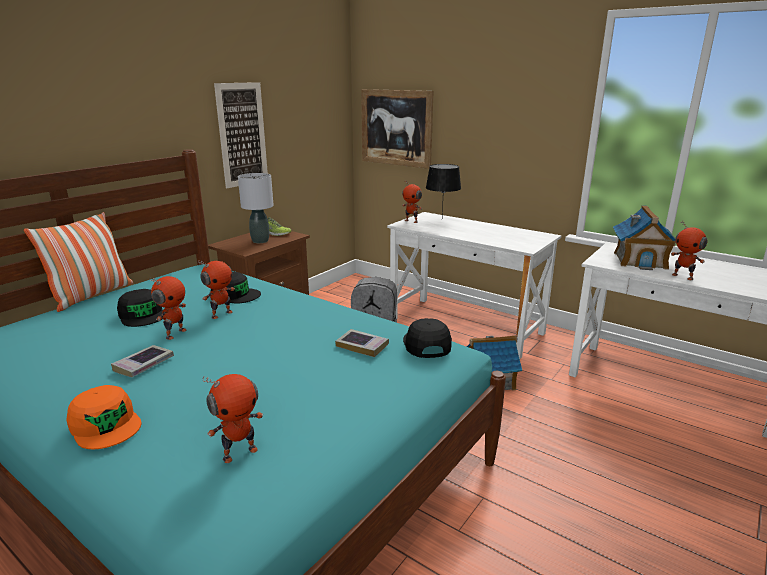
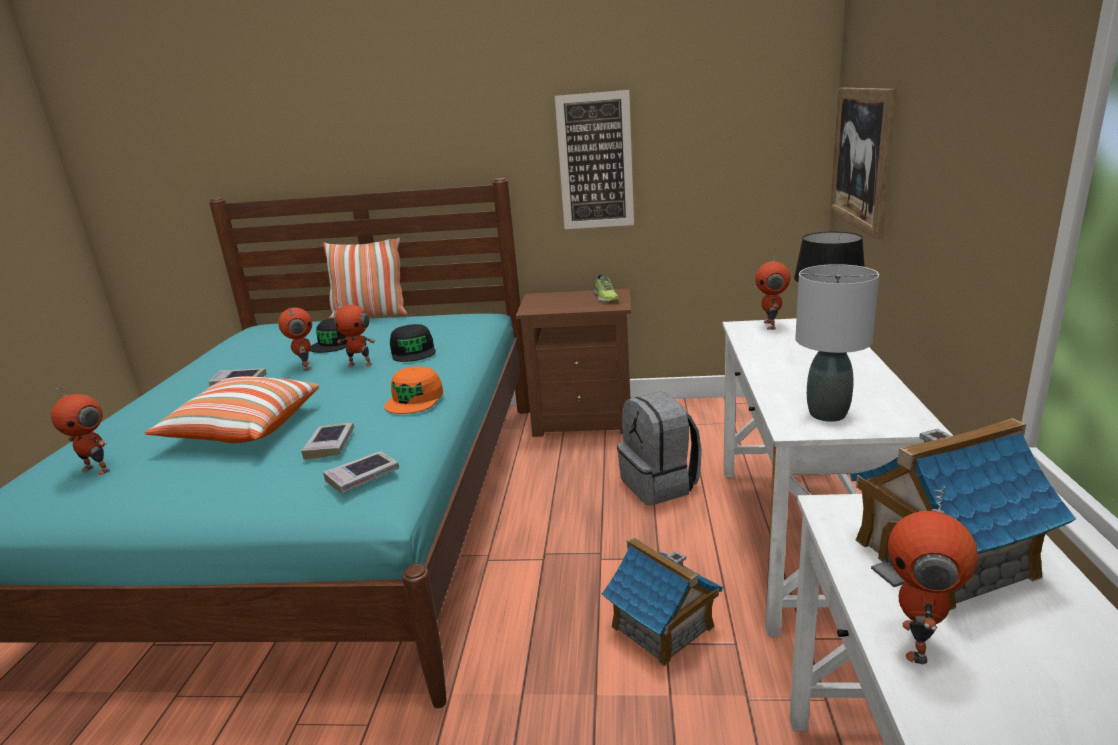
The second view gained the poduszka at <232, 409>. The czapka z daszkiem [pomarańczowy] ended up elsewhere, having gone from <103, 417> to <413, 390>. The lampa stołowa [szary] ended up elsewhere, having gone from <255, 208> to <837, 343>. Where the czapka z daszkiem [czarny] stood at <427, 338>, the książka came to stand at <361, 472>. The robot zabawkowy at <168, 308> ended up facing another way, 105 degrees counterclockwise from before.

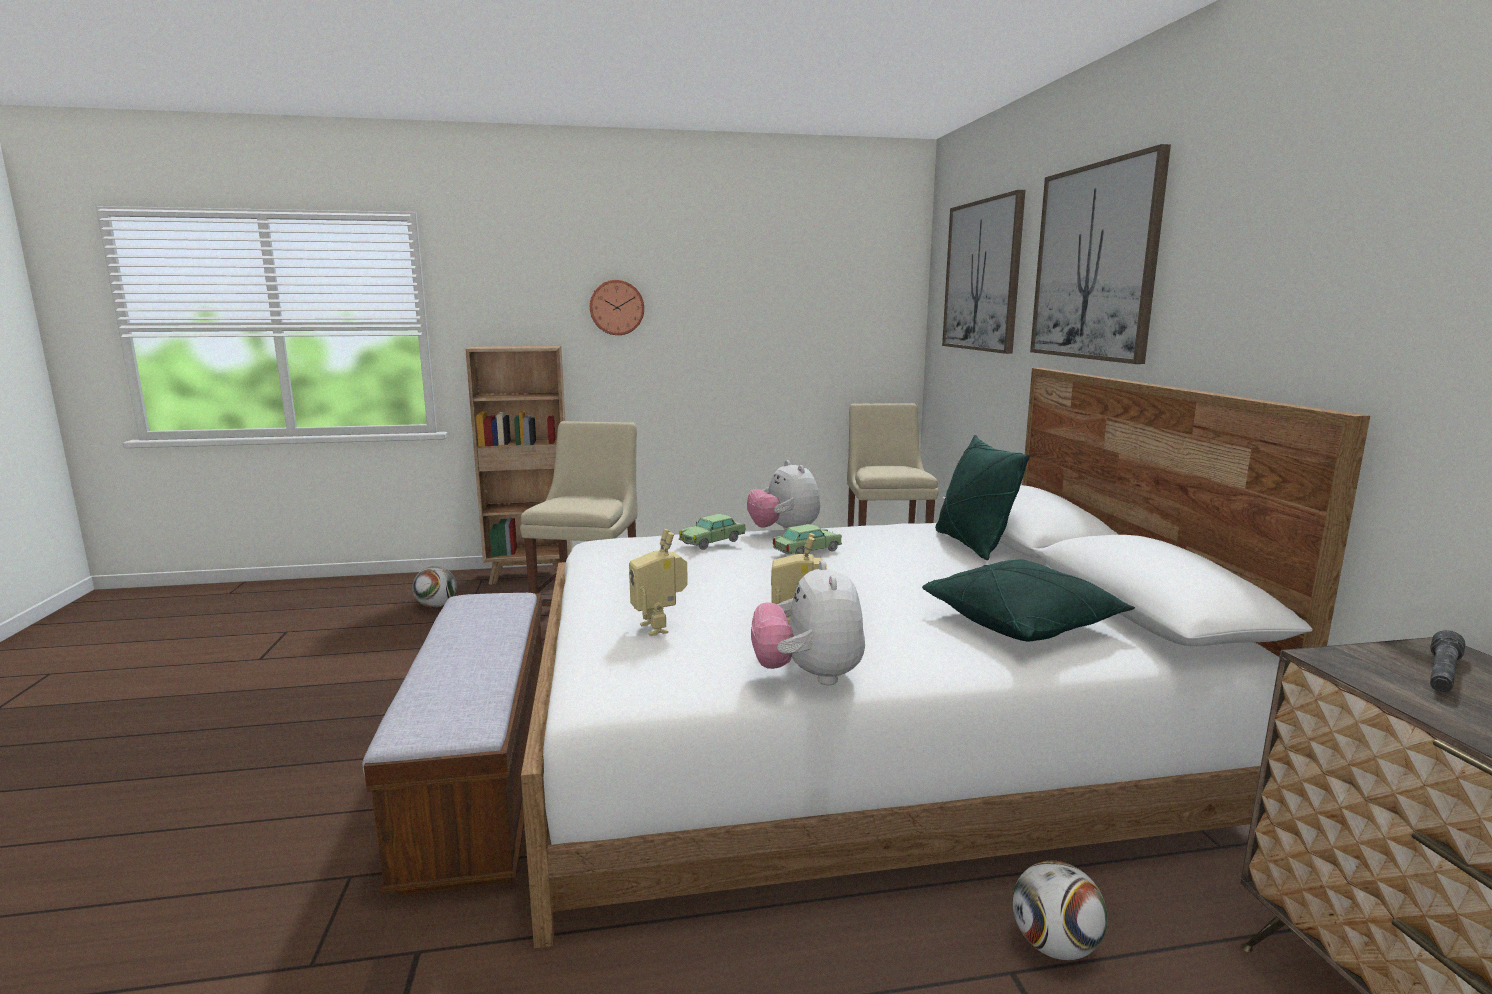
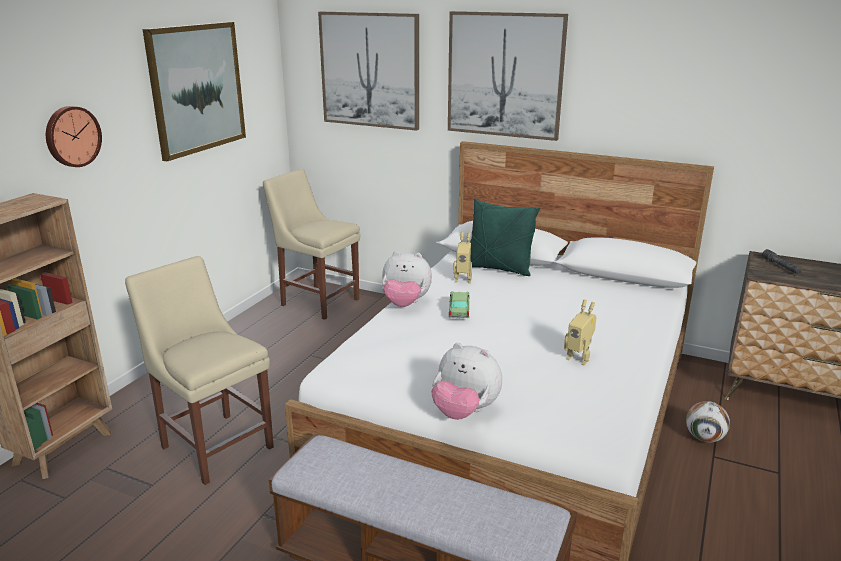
The second view lost the piłka futbolowa at <434, 587>. The second view lost the samochodzik at <712, 532>. The second view lost the poduszka [zielony] at <1028, 600>. The second view gained the obraz at <194, 91>. The robot zabawkowy ended up elsewhere, having gone from <658, 582> to <462, 257>. The pluszak ended up elsewhere, having gone from <808, 622> to <466, 381>.

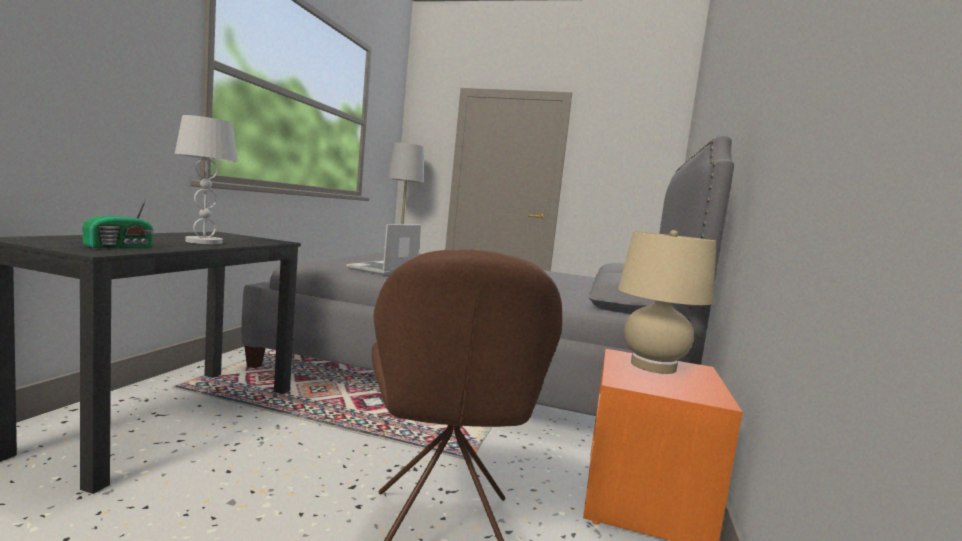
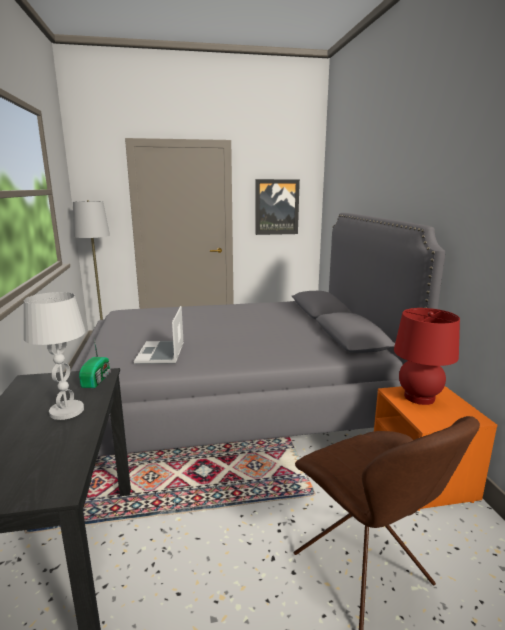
The second view gained the obraz at <278, 207>. The radio ended up elsewhere, having gone from <118, 221> to <95, 363>. What was the lampa stołowa [beżowy] at <667, 302> turned into the lampa stołowa [czerwony] at <427, 356>.

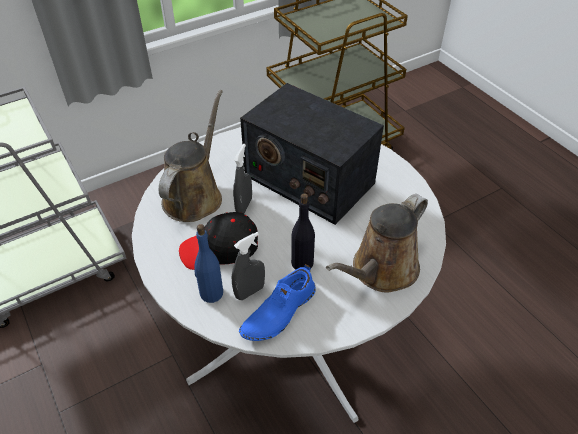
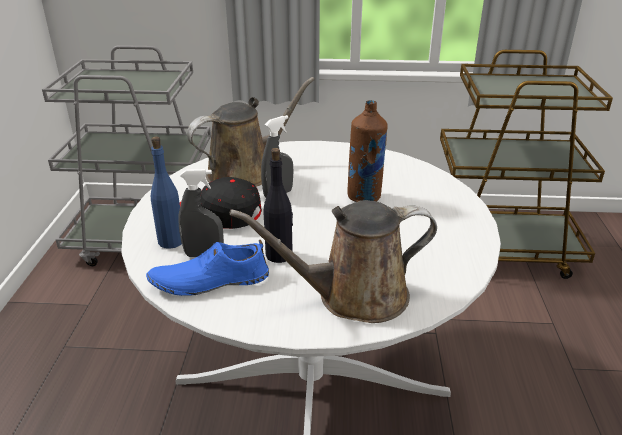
Where the radio stood at <312, 154>, the butelka [brązowy] came to stand at <367, 151>.

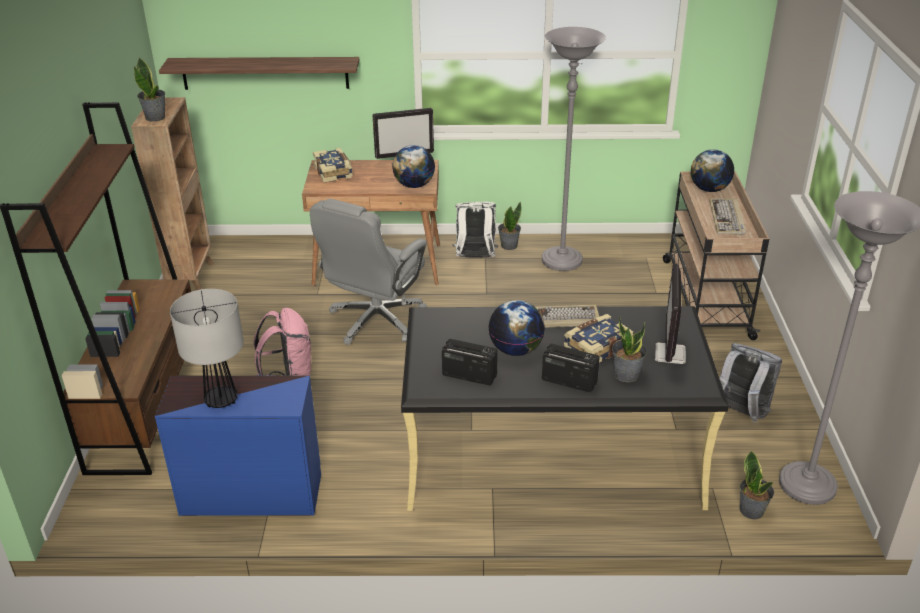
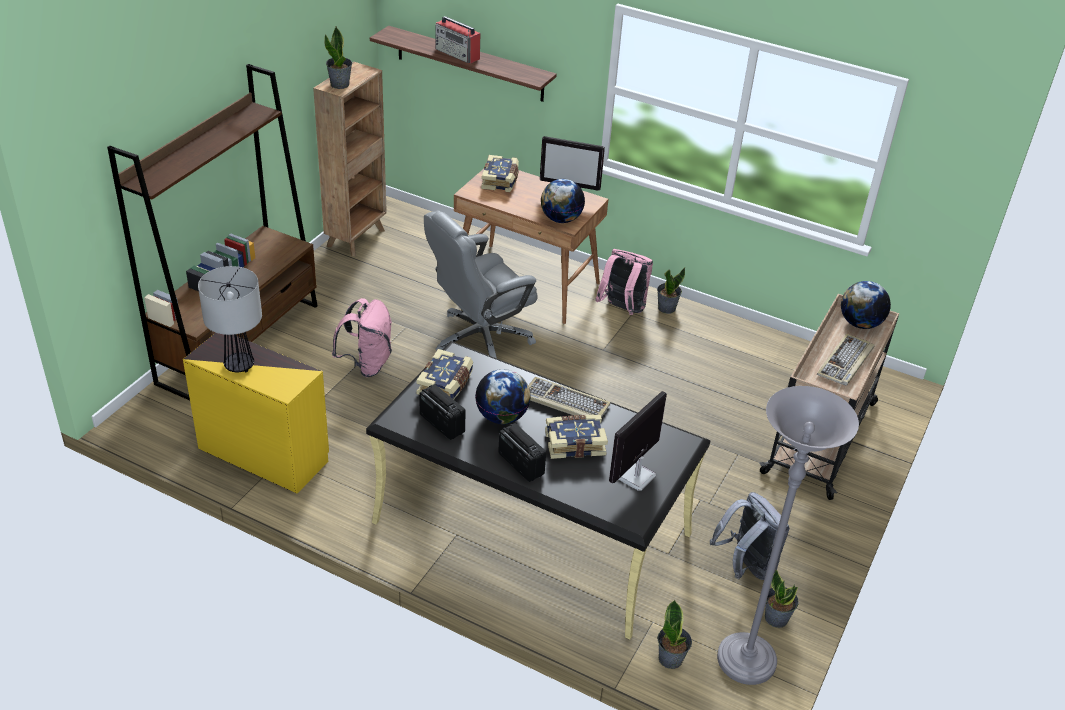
The second view lost the lampa stojąca [szary] at <574, 149>. The second view gained the książka at <444, 374>. The second view gained the radio at <458, 40>. The roślina doniczkowa ended up elsewhere, having gone from <629, 349> to <782, 598>. What was the komoda [niebieski] at <238, 445> turned into the komoda [żółty] at <256, 413>. What was the plecak [biały] at <475, 229> turned into the plecak [różowy] at <624, 282>.

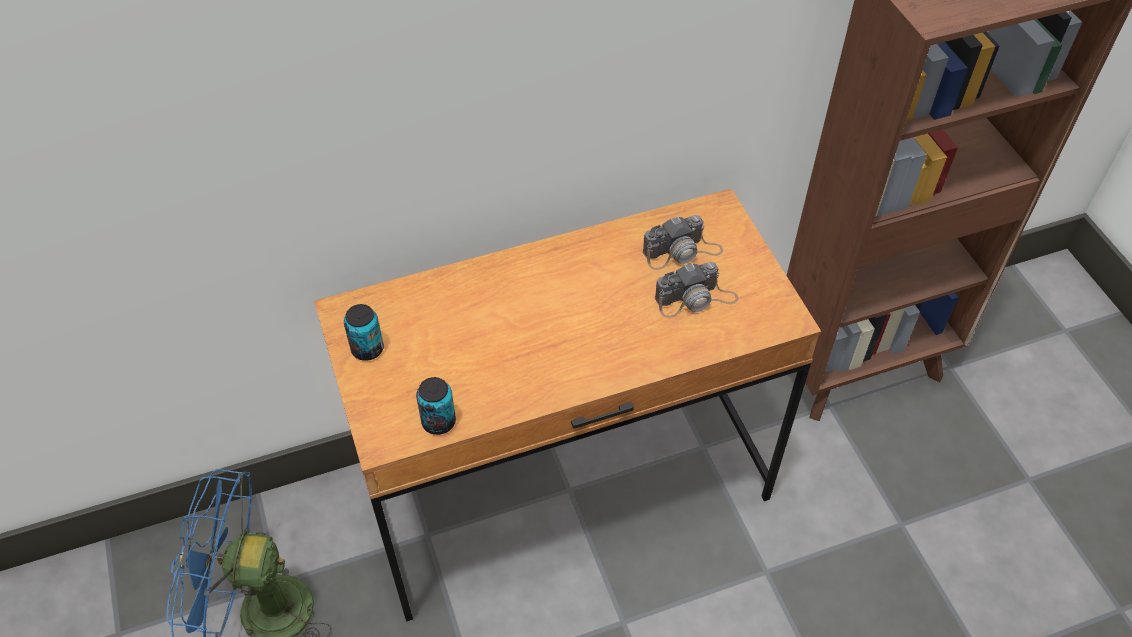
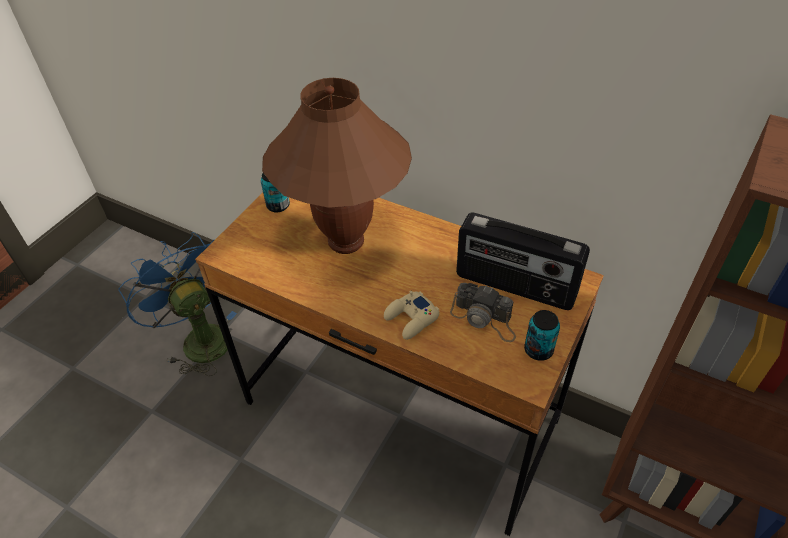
The second view gained the lampa stołowa [brązowy] at <337, 166>. The second view gained the pad do gier [beżowy] at <411, 315>. The puszka ended up elsewhere, having gone from <436, 406> to <542, 335>. Where the aparat fotograficzny stood at <683, 242>, the radio came to stand at <523, 261>.

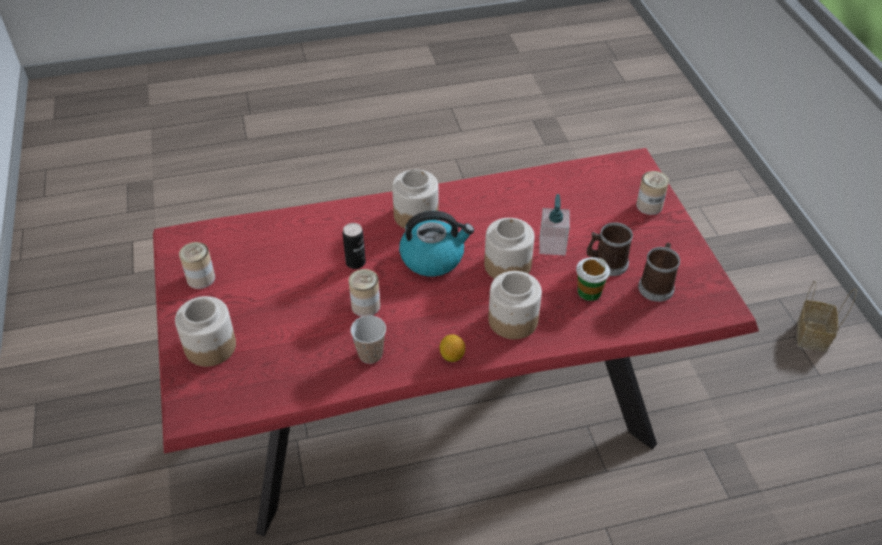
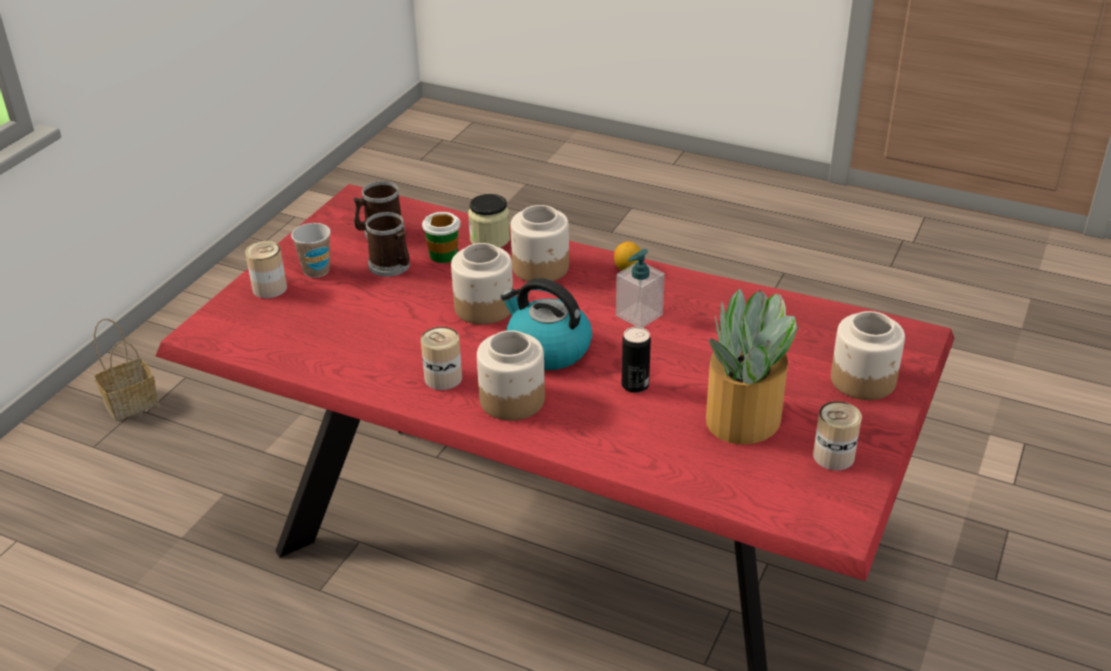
The second view gained the słoik at <489, 221>. The second view gained the roślina doniczkowa at <753, 366>. The puszka ended up elsewhere, having gone from <364, 293> to <441, 358>. The filiżanka ended up elsewhere, having gone from <368, 339> to <311, 250>. The dozownik mydła ended up elsewhere, having gone from <554, 225> to <640, 288>.

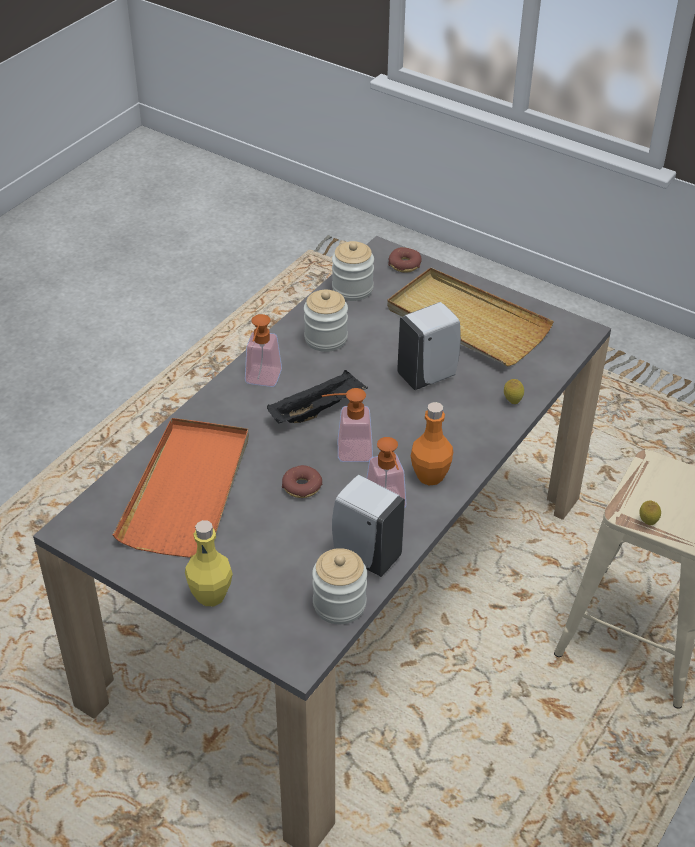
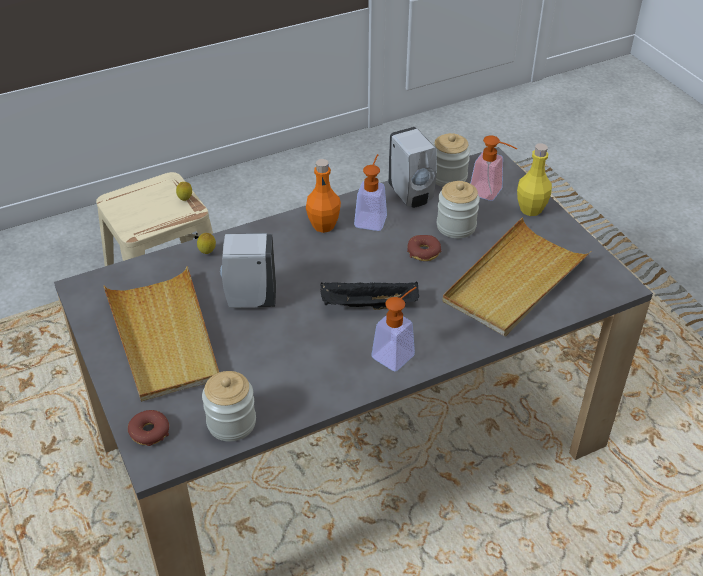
The słoik ended up elsewhere, having gone from <326, 321> to <458, 209>. The dozownik mydła ended up elsewhere, having gone from <347, 425> to <494, 168>. What was the taca [pomarańczowy] at <181, 488> turned into the taca [beżowy] at <517, 277>.

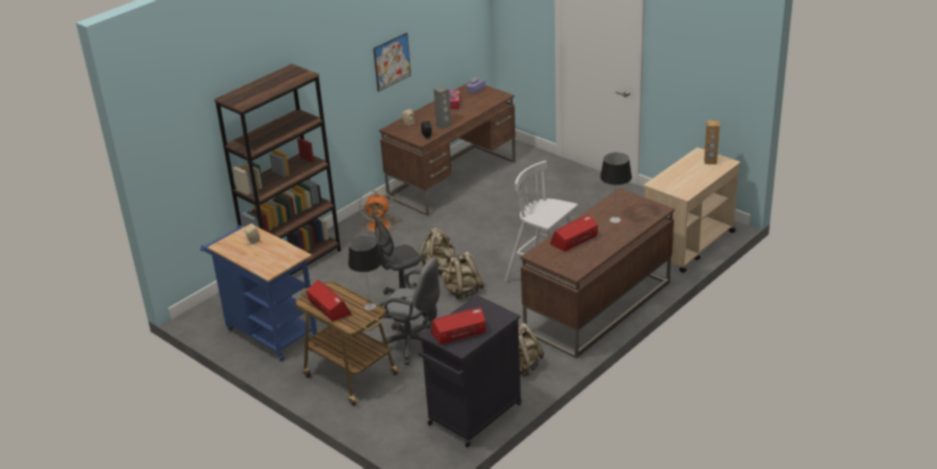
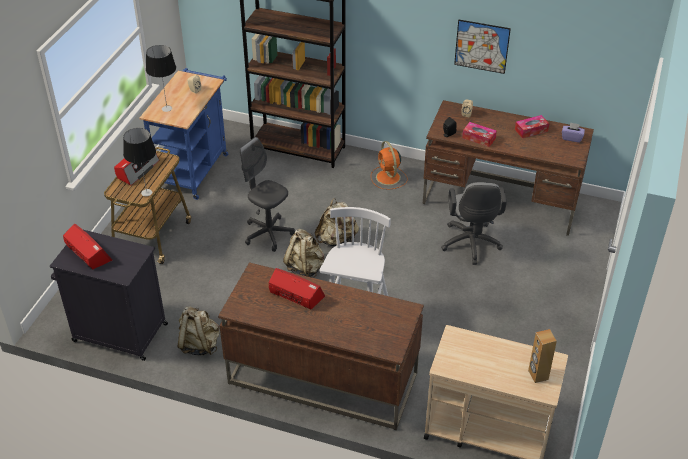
The krzesło biurowe [szary] ended up elsewhere, having gone from <410, 311> to <474, 223>. The lampa stołowa ended up elsewhere, having gone from <616, 187> to <161, 78>. Where the głośnik [szary] stood at <442, 107>, the pudełko chusteczek came to stand at <479, 134>.

